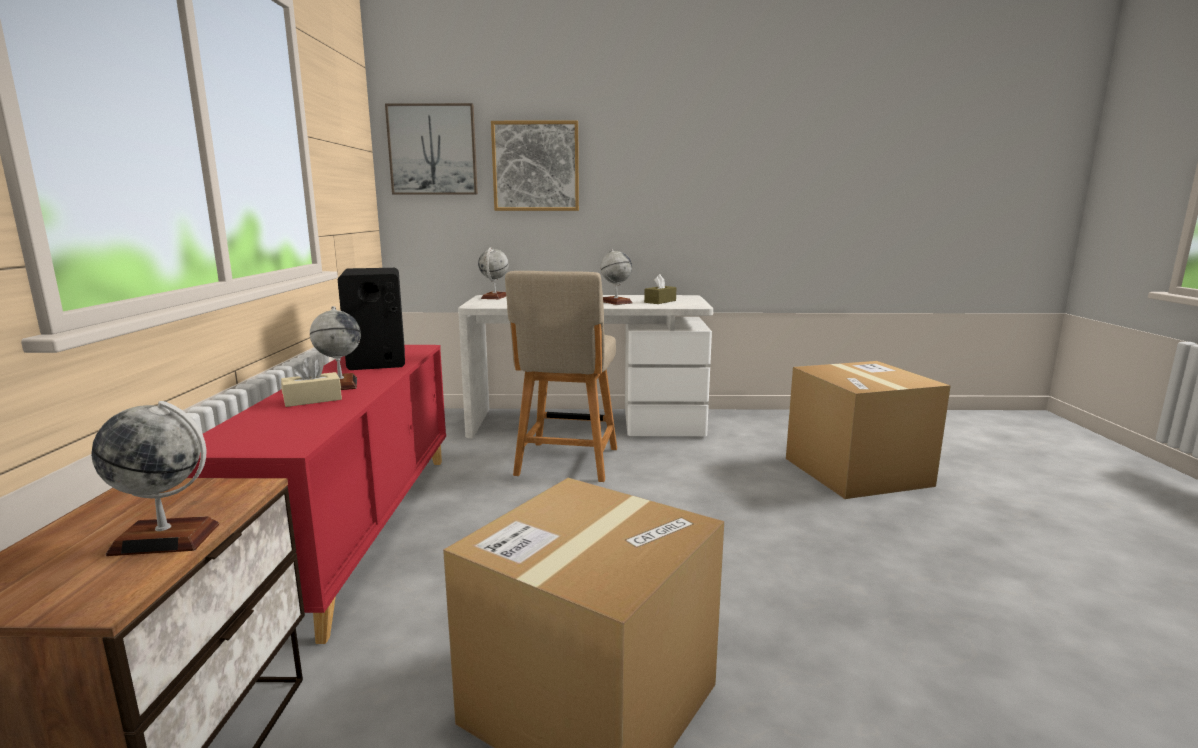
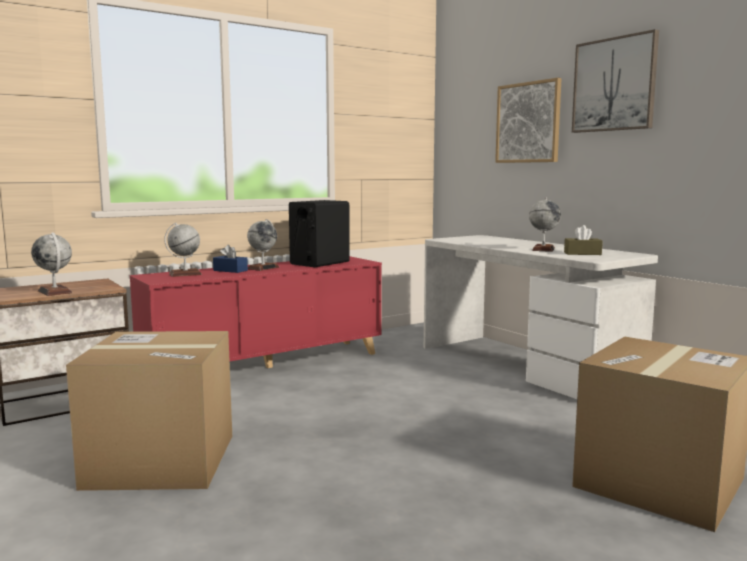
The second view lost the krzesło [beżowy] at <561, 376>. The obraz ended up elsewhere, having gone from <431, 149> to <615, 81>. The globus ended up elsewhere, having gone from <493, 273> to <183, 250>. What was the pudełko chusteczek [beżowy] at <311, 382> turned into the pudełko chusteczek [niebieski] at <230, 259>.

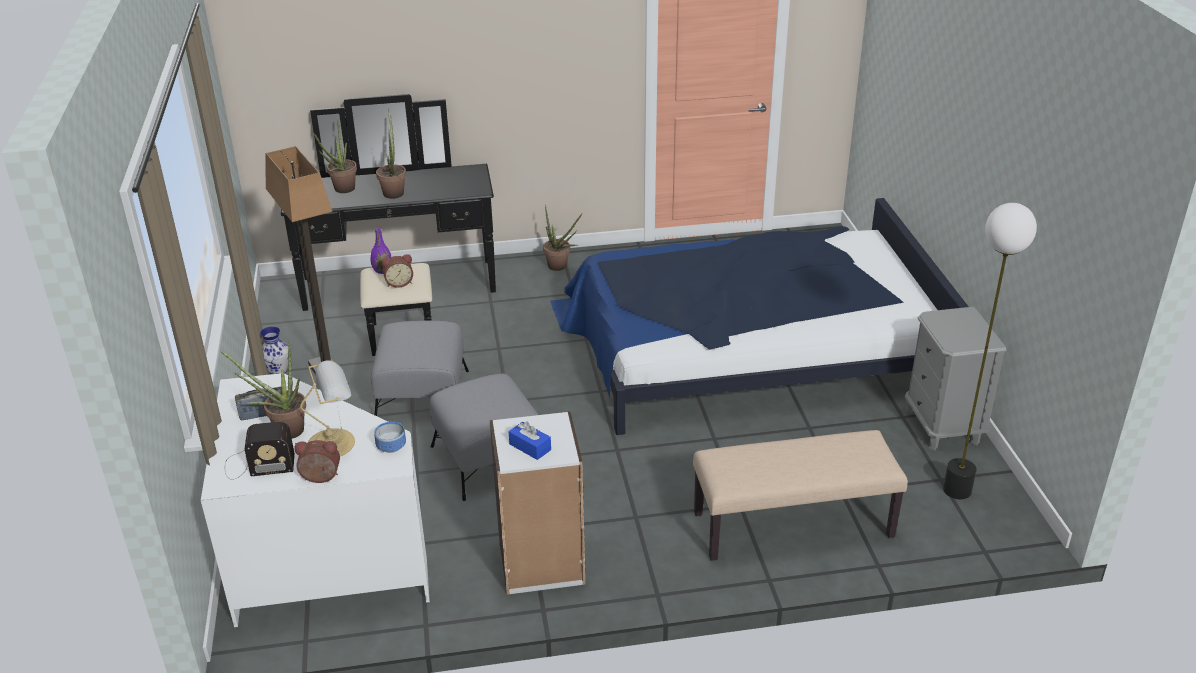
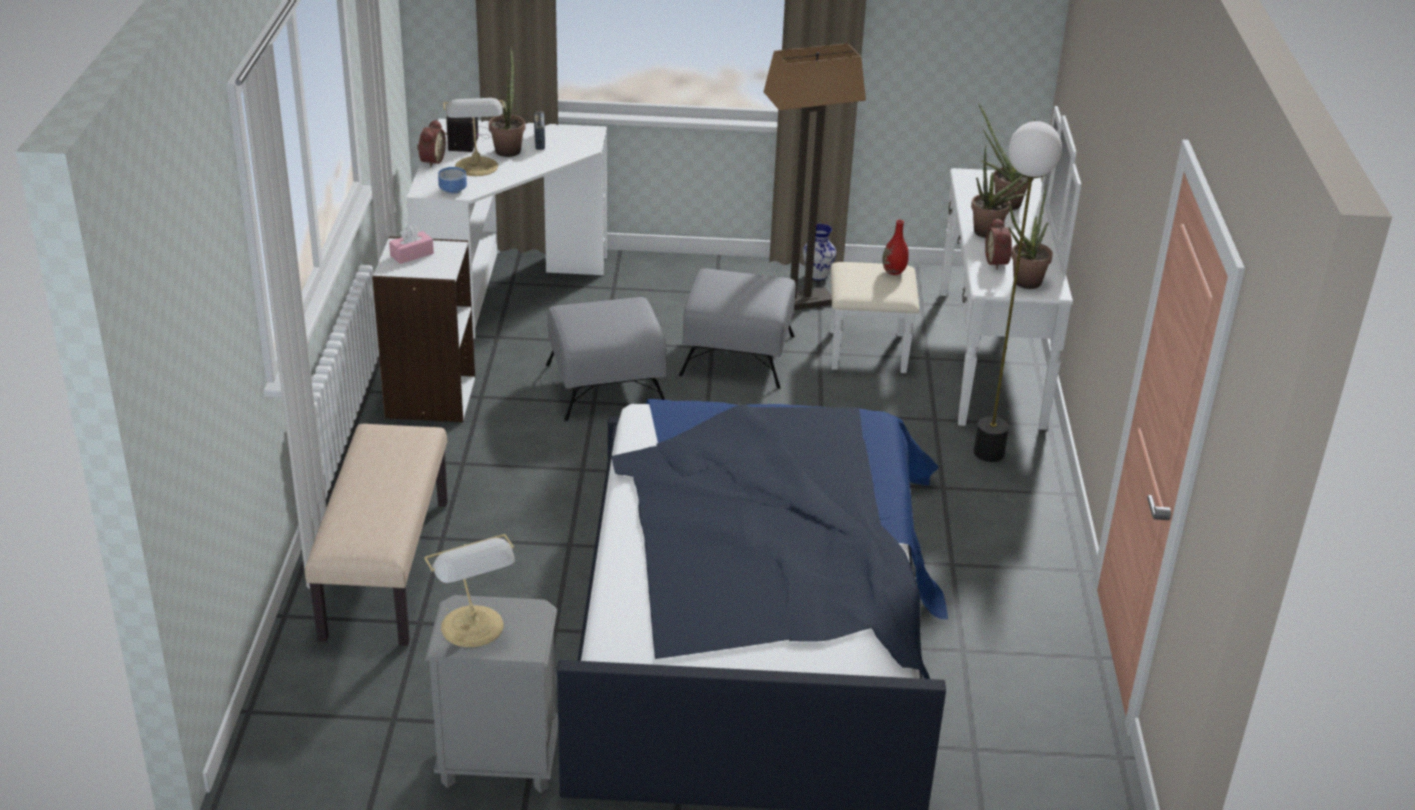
The second view gained the lampa stołowa at <469, 590>. The budzik ended up elsewhere, having gone from <397, 271> to <998, 244>. The roślina doniczkowa ended up elsewhere, having gone from <563, 238> to <1031, 237>. The lampa stojąca ended up elsewhere, having gone from <990, 351> to <1017, 291>. What was the komoda [czarny] at <388, 225> turned into the komoda [biały] at <955, 268>. What was the wazon [fioletowy] at <381, 251> turned into the wazon [czerwony] at <896, 247>. What was the pudełko chusteczek [niebieski] at <530, 440> turned into the pudełko chusteczek [różowy] at <411, 244>.

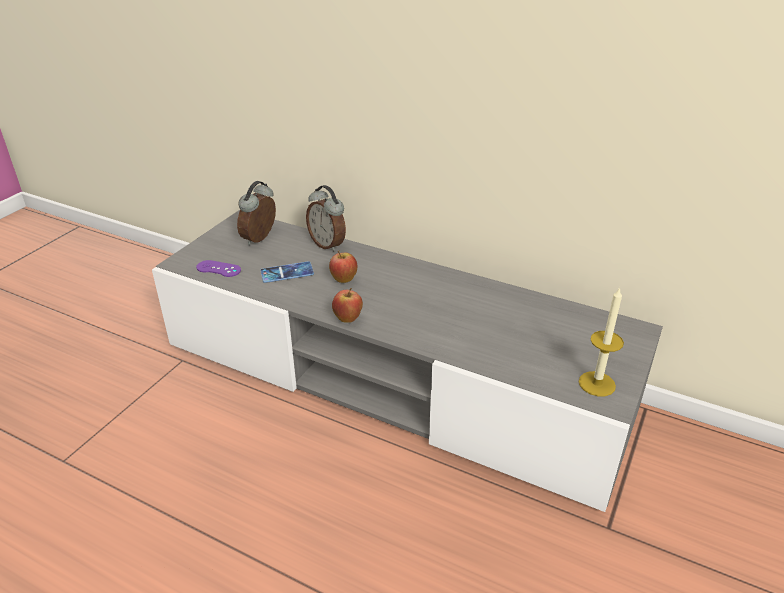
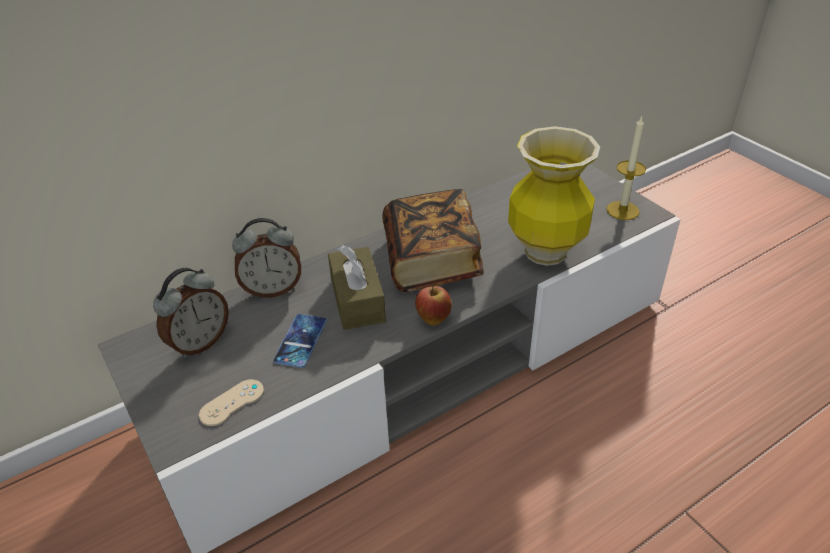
The second view gained the książka at <433, 240>. The second view gained the wazon at <554, 196>. Where the jabłko stood at <343, 266>, the pudełko chusteczek [brązowy] came to stand at <357, 287>. What was the pad do gier [fioletowy] at <218, 268> turned into the pad do gier [beżowy] at <231, 402>. The budzik at <256, 213> ended up facing another way, 105 degrees counterclockwise from before.

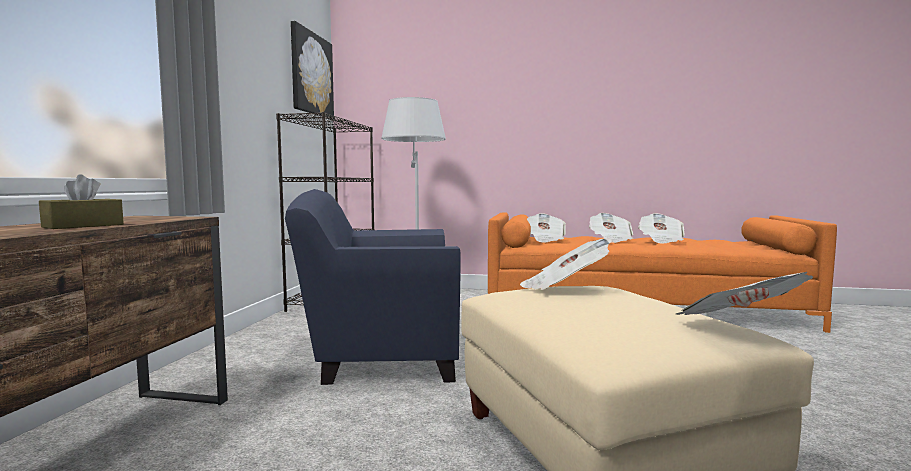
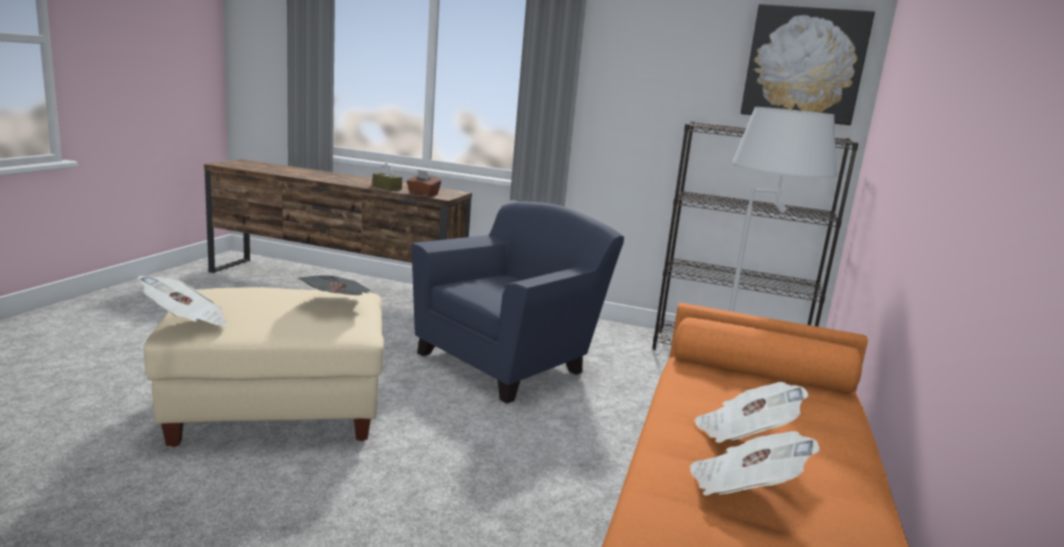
The second view lost the gazeta at <546, 228>. The second view gained the pudełko chusteczek [brązowy] at <424, 183>. The fotel [niebieski] at <373, 287> ended up facing another way, 45 degrees clockwise from before.

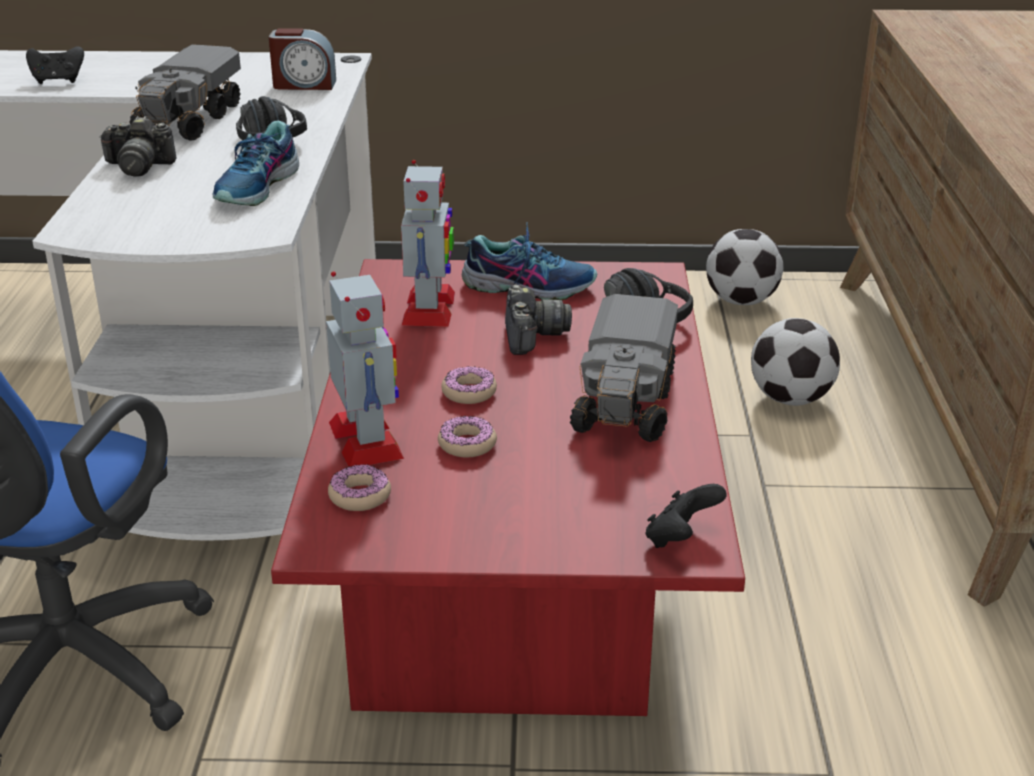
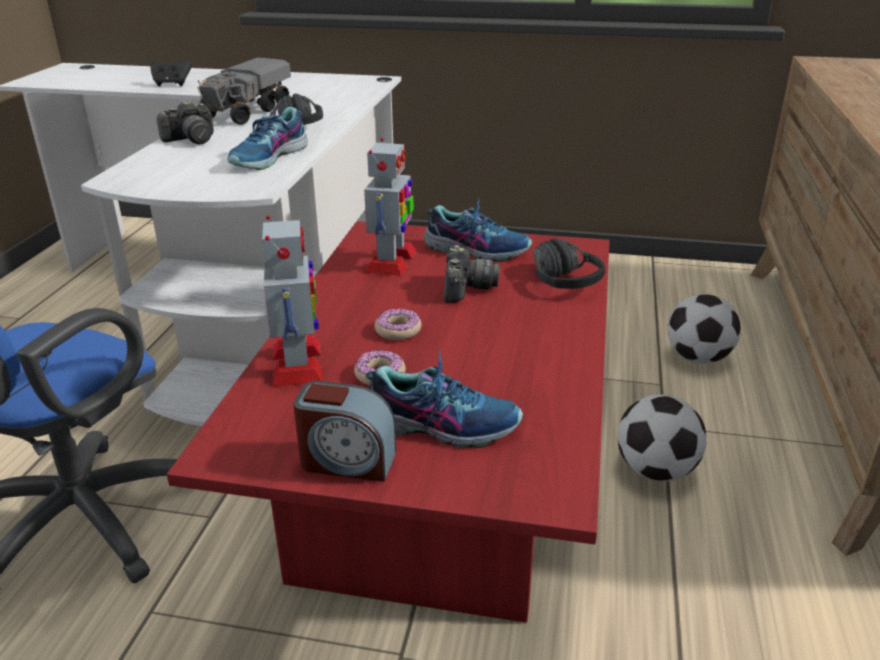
The second view lost the donut at <359, 487>. The second view lost the ciężarówka zabawkowa at <624, 368>. The second view lost the pad do gier [czarny] at <686, 516>. The second view gained the but at <444, 399>. The budzik ended up elsewhere, having gone from <302, 59> to <344, 431>. The piłka futbolowa ended up elsewhere, having gone from <744, 267> to <662, 437>. The aparat fotograficzny at <137, 146> ended up facing another way, 45 degrees counterclockwise from before.

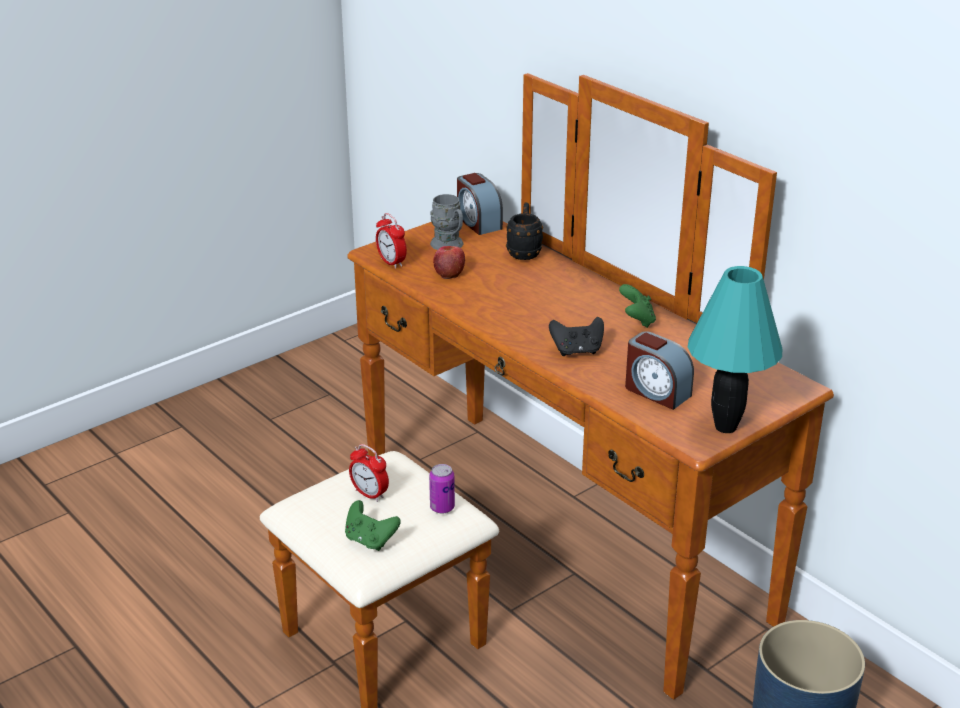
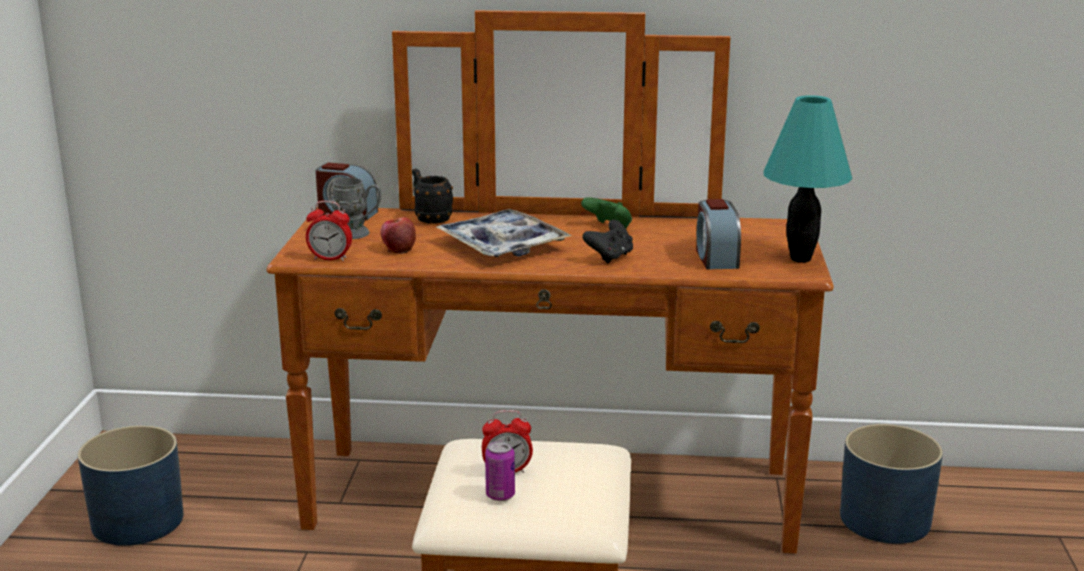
The second view lost the pad do gier [zielony] at <373, 525>. The second view gained the donica [niebieski] at <130, 485>. The second view gained the taca at <503, 233>. The puszka ended up elsewhere, having gone from <442, 489> to <500, 471>. The budzik at <659, 370> ended up facing another way, 90 degrees clockwise from before.

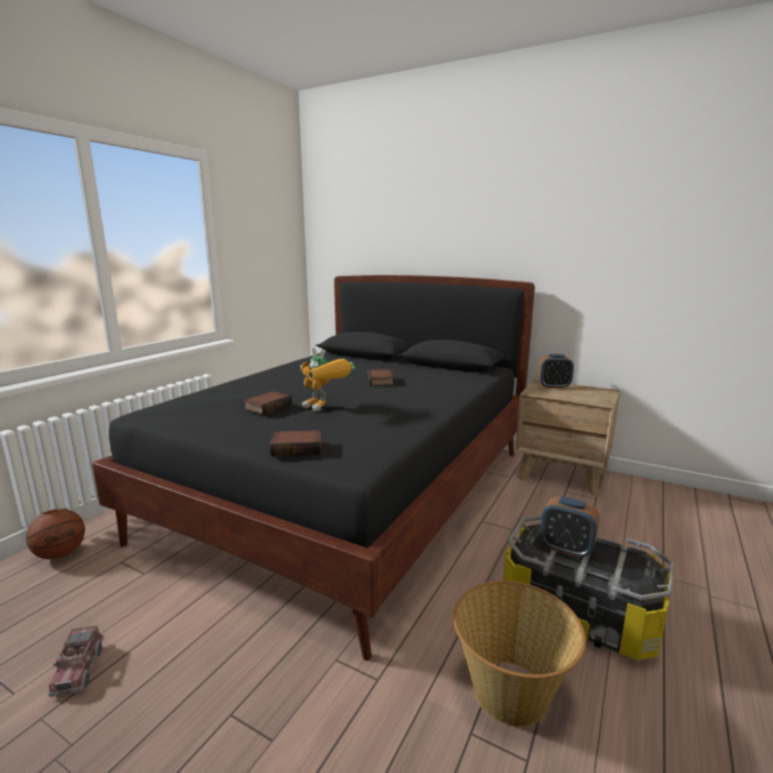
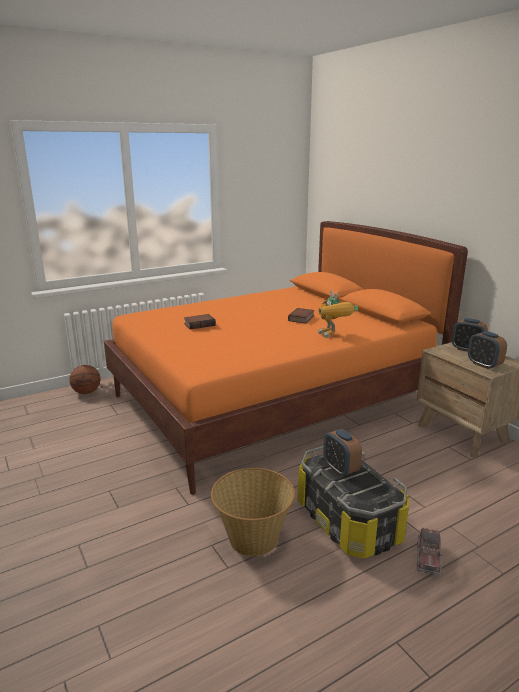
The second view lost the książka at <296, 443>. The second view gained the budzik at <487, 350>. The ciężarówka zabawkowa ended up elsewhere, having gone from <76, 661> to <430, 552>. The robot zabawkowy ended up elsewhere, having gone from <327, 379> to <338, 314>. What was the łóżko [czarny] at <313, 468> turned into the łóżko [pomarańczowy] at <286, 358>.

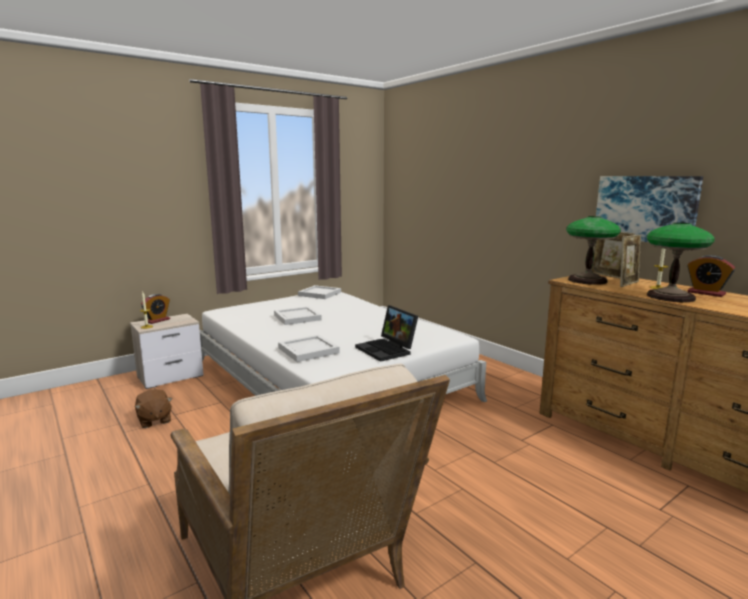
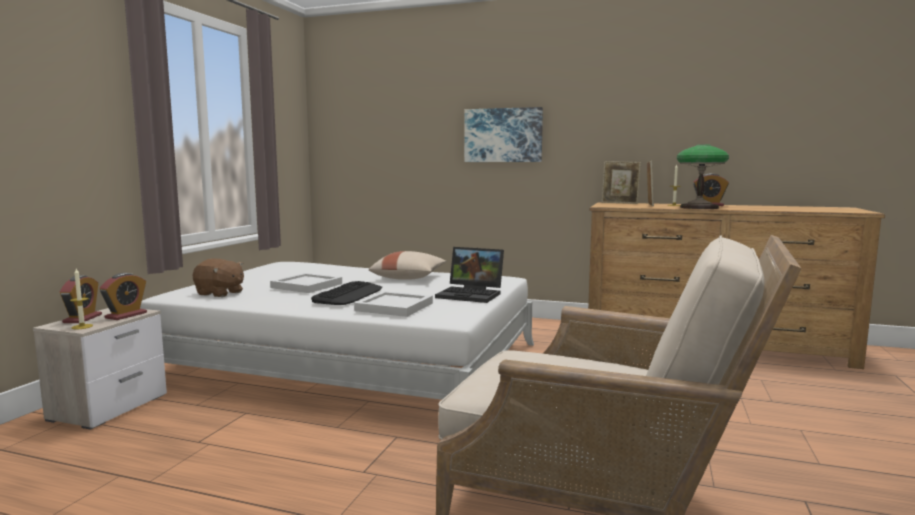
The second view lost the taca [biały] at <319, 292>. The second view lost the lampa stołowa at <593, 250>. The second view gained the budzik at <123, 296>. The second view gained the klawiatura at <346, 293>. The second view gained the poduszka [beżowy] at <408, 265>. The pluszak [brązowy] ended up elsewhere, having gone from <154, 408> to <218, 277>. The obraz ended up elsewhere, having gone from <649, 209> to <503, 134>.

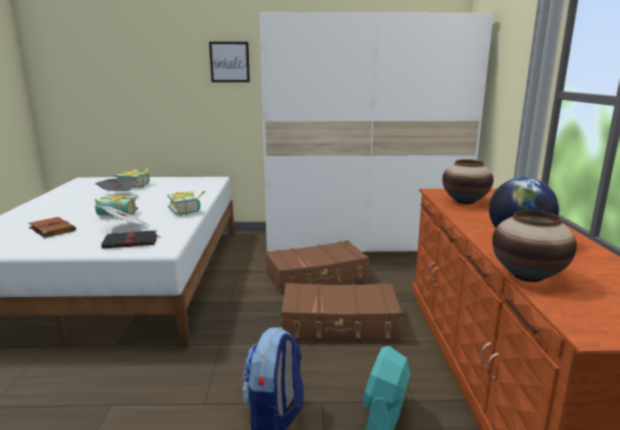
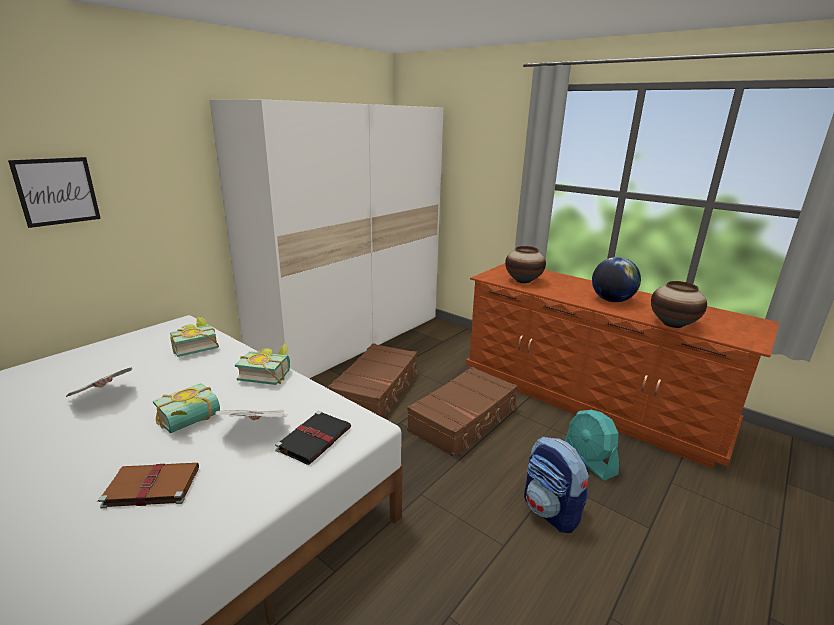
The książka ended up elsewhere, having gone from <132, 177> to <194, 337>. The obraz ended up elsewhere, having gone from <229, 62> to <54, 192>.

